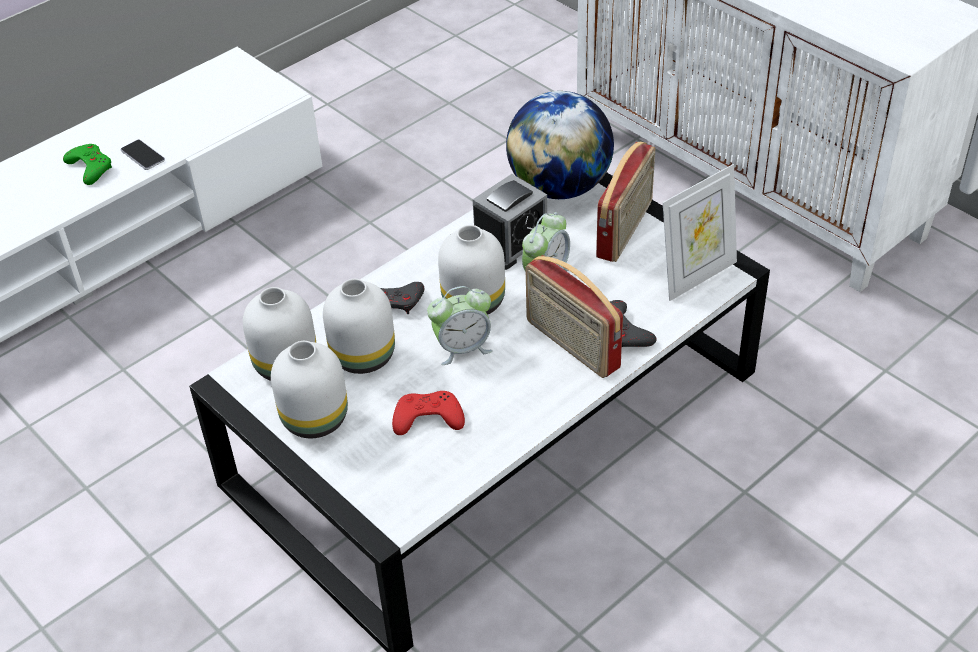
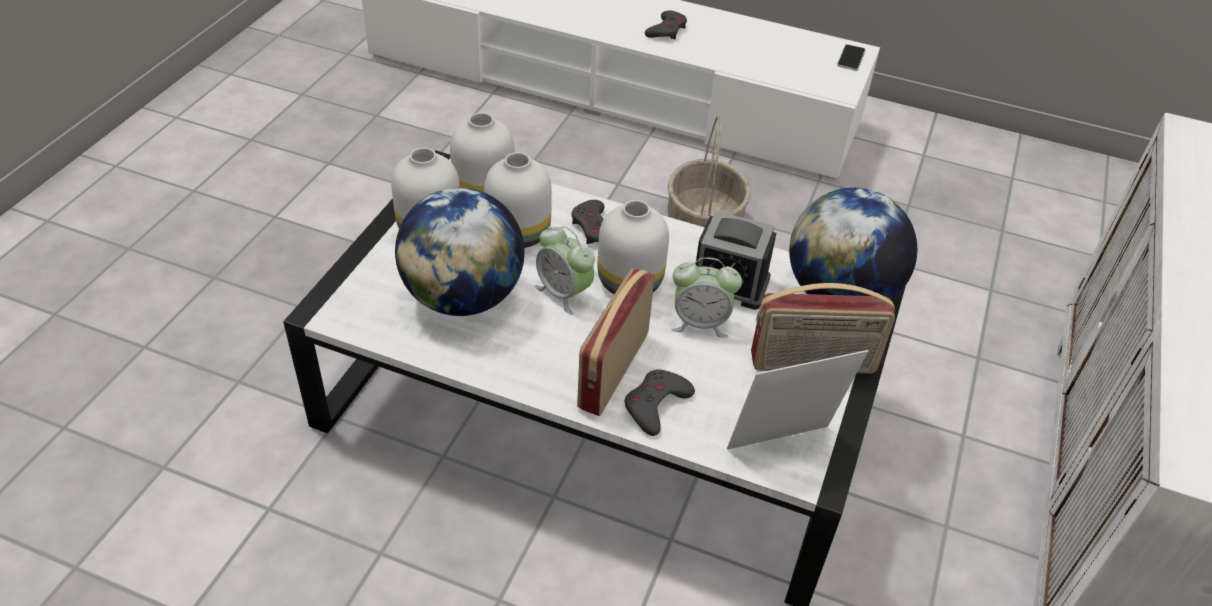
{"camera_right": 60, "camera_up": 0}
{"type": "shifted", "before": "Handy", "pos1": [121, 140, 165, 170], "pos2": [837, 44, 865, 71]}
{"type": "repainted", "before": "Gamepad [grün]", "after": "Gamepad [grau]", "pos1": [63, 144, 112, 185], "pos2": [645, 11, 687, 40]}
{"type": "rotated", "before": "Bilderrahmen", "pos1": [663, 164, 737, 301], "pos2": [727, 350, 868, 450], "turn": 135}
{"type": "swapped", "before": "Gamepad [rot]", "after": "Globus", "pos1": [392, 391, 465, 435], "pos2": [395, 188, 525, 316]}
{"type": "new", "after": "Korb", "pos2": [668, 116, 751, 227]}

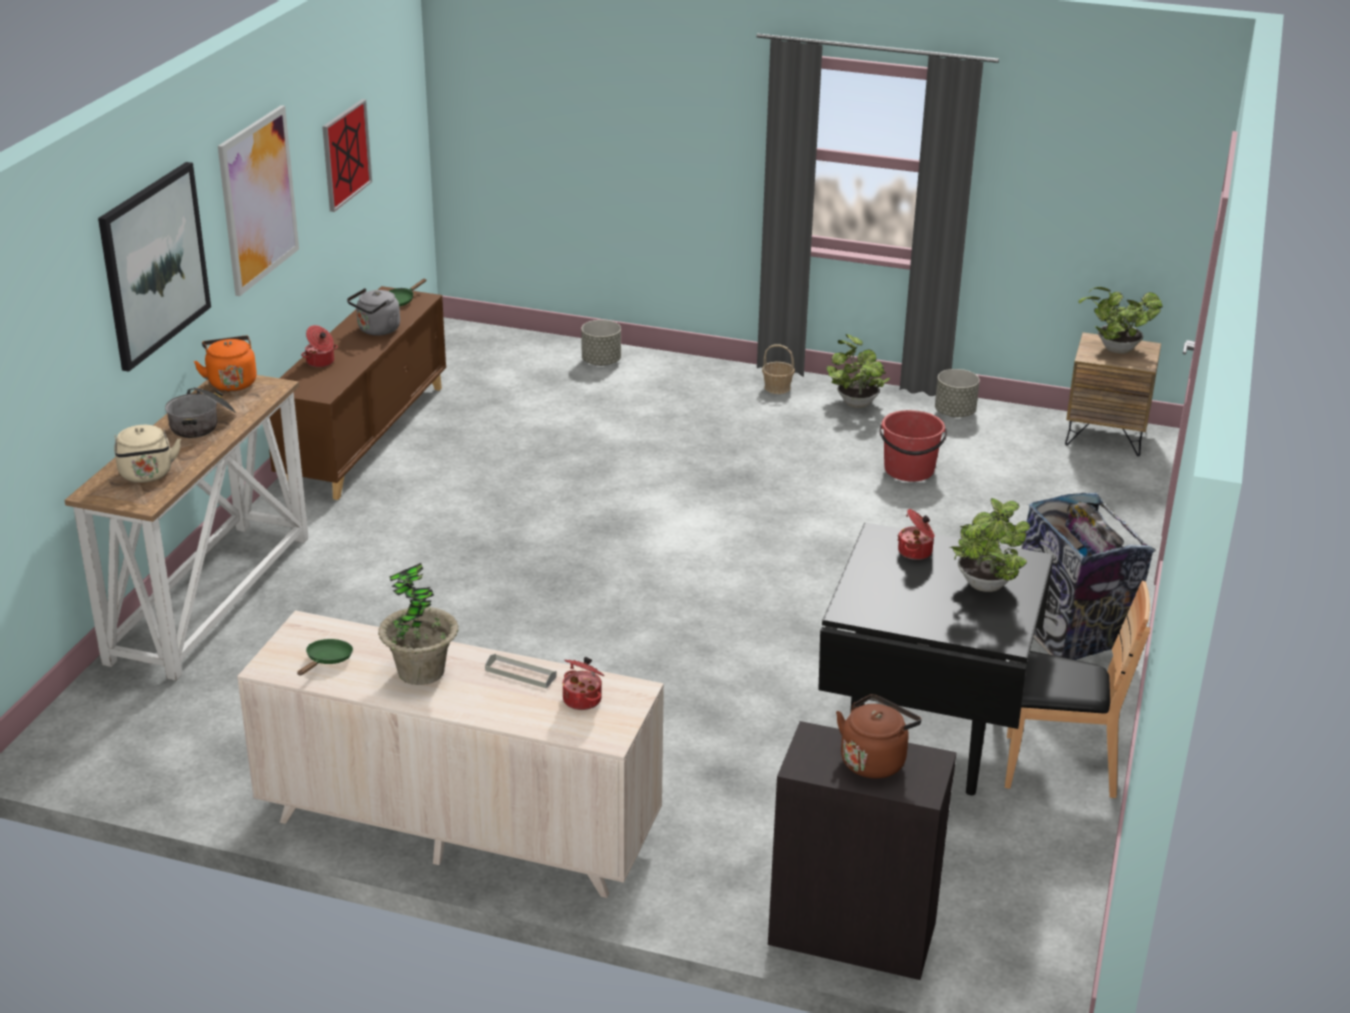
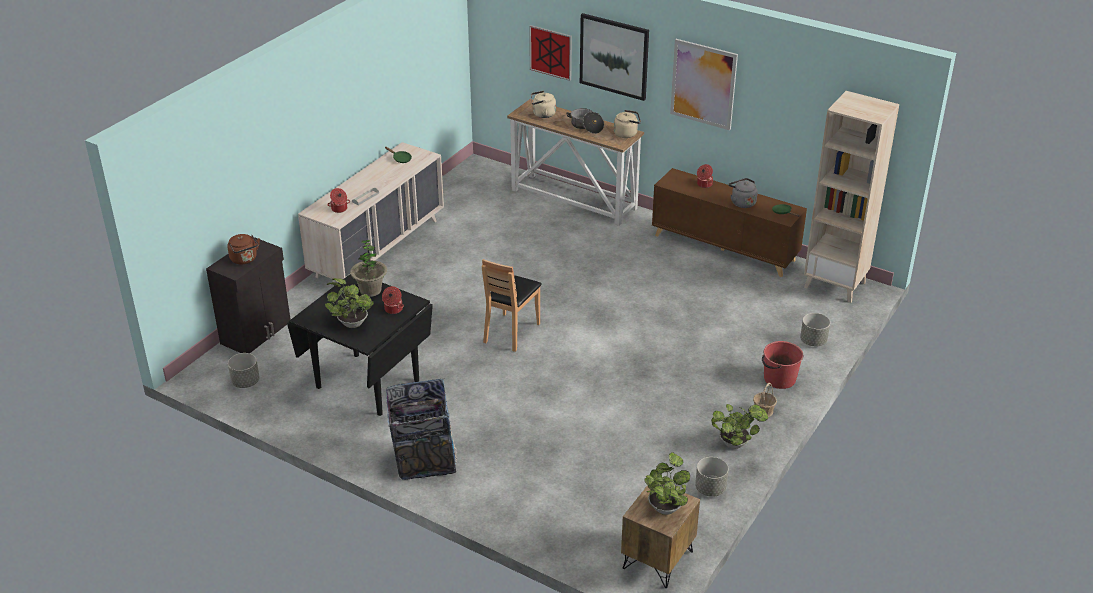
{"camera_right": 105, "camera_up": 5}
{"type": "shifted", "before": "Bild", "pos1": [322, 99, 372, 212], "pos2": [529, 25, 572, 81]}
{"type": "repainted", "before": "Wasserkessel [orange]", "after": "Wasserkessel [beige]", "pos1": [194, 336, 257, 391], "pos2": [614, 110, 641, 138]}
{"type": "shifted", "before": "Eimer [rot]", "pos1": [879, 410, 947, 482], "pos2": [762, 341, 803, 389]}
{"type": "shifted", "before": "Topfpflanze", "pos1": [378, 563, 459, 685], "pos2": [350, 240, 387, 297]}
{"type": "shifted", "before": "Stuhl [braun]", "pos1": [1005, 581, 1150, 798], "pos2": [481, 259, 542, 352]}
{"type": "new", "after": "Bücherregal [beige]", "pos2": [804, 91, 899, 303]}
{"type": "new", "after": "Pflanzkübel [grau]", "pos2": [228, 353, 260, 388]}

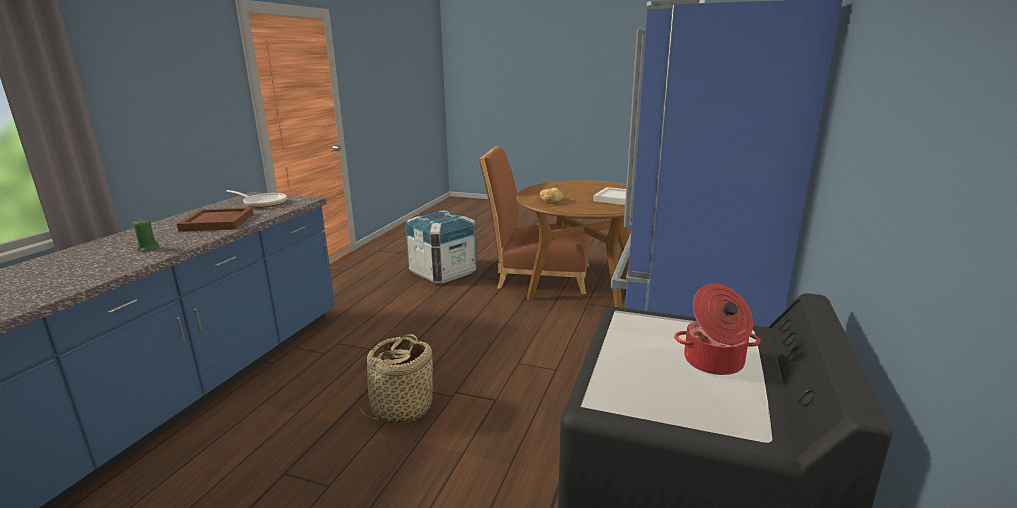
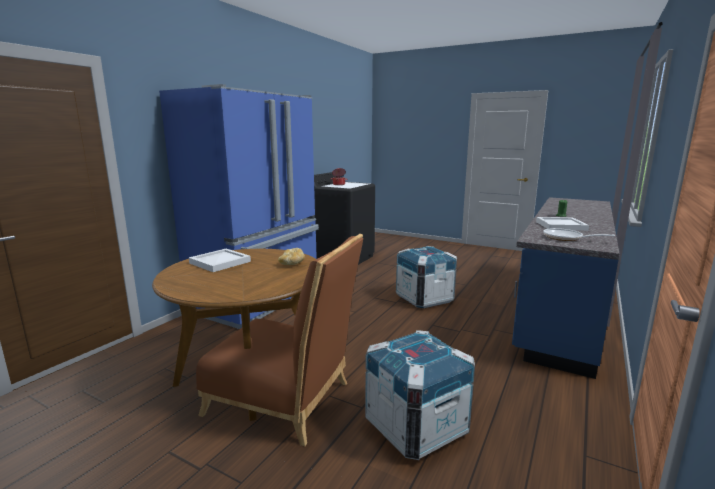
{"camera_right": -170, "camera_up": -5}
{"type": "repainted", "before": "Tablett [braun]", "after": "Tablett [weiß]", "pos1": [177, 207, 254, 232], "pos2": [536, 217, 589, 231]}
{"type": "swapped", "before": "Korb", "after": "Kiste", "pos1": [358, 334, 433, 423], "pos2": [396, 246, 457, 308]}

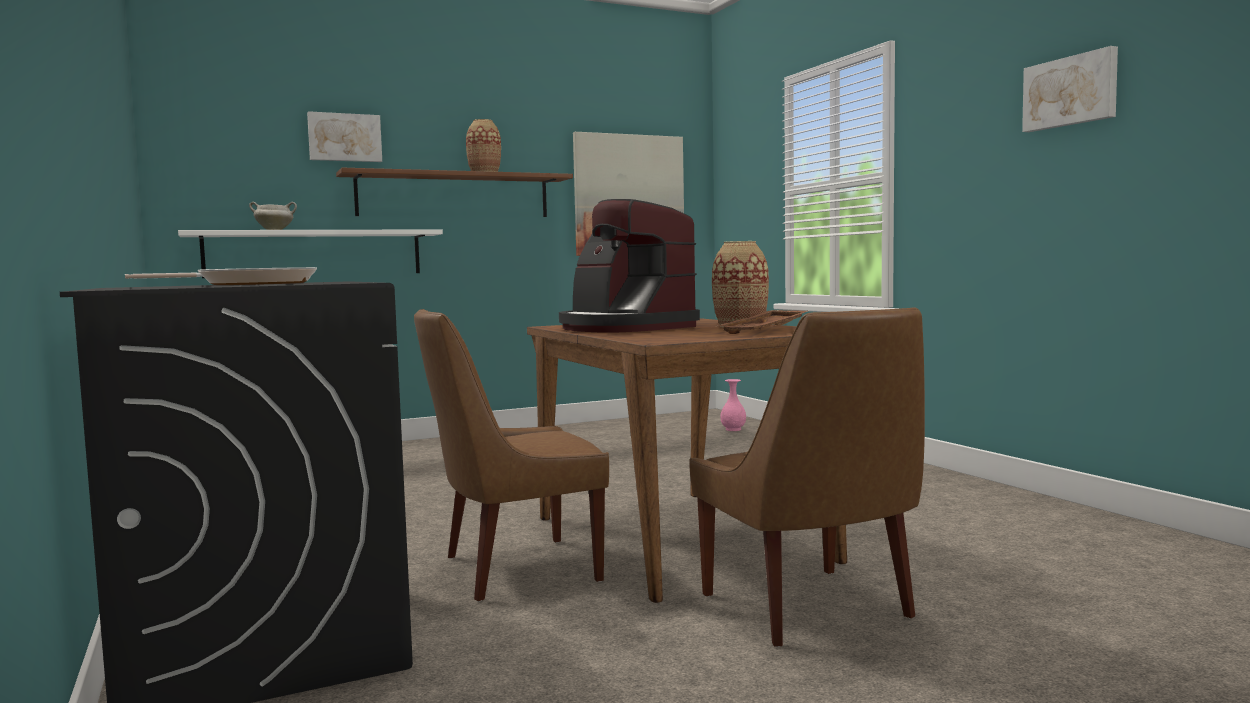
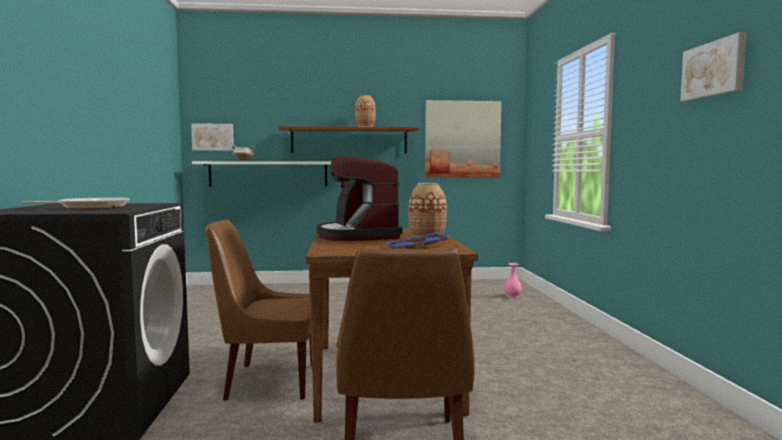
{"camera_right": 20, "camera_up": 0}
{"type": "shifted", "before": "Bild", "pos1": [307, 111, 382, 162], "pos2": [191, 123, 234, 151]}
{"type": "repainted", "before": "Tablett [braun]", "after": "Tablett [blau]", "pos1": [718, 310, 808, 334], "pos2": [386, 232, 452, 249]}

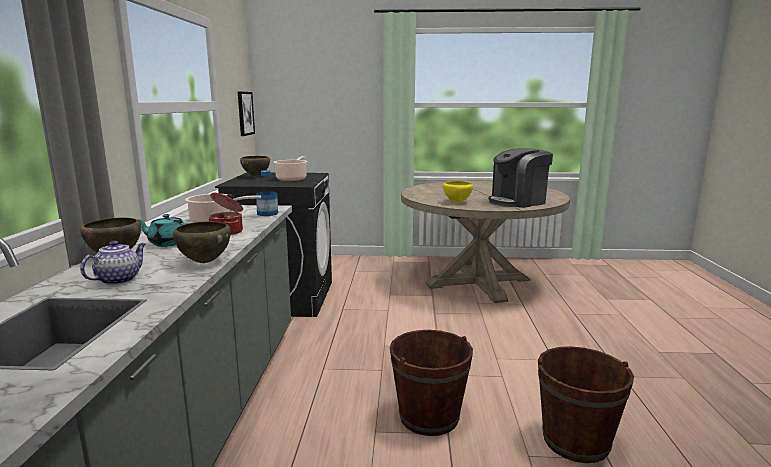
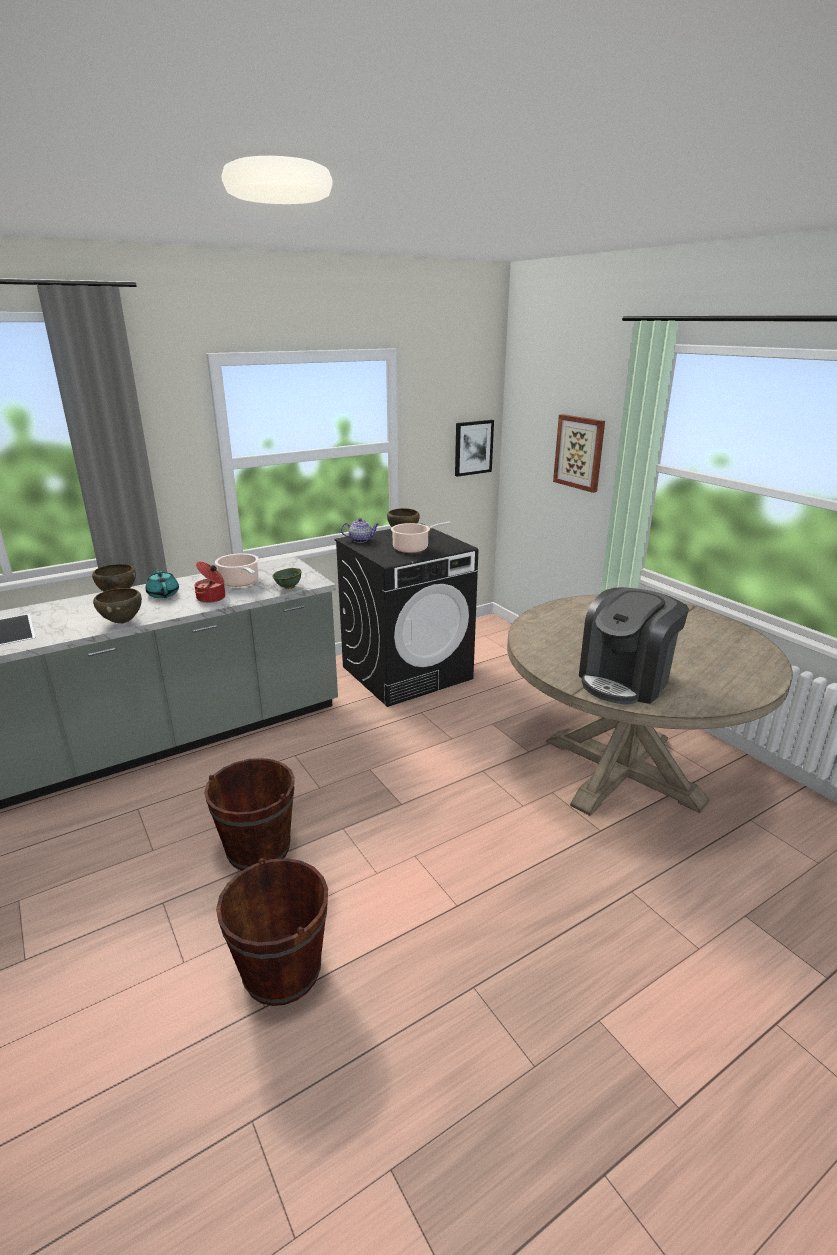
{"camera_right": 55, "camera_up": 10}
{"type": "rotated", "before": "Kaffeemaschine", "pos1": [489, 148, 553, 208], "pos2": [579, 587, 689, 704], "turn": -75}
{"type": "swapped", "before": "Flasche", "after": "Schüssel [grün]", "pos1": [256, 170, 278, 216], "pos2": [273, 568, 302, 589]}
{"type": "gone", "before": "Schüssel [gelb]", "pos1": [443, 181, 473, 203]}
{"type": "shifted", "before": "Teekanne", "pos1": [80, 241, 146, 285], "pos2": [341, 518, 379, 543]}
{"type": "new", "after": "Bild", "pos2": [553, 414, 605, 493]}

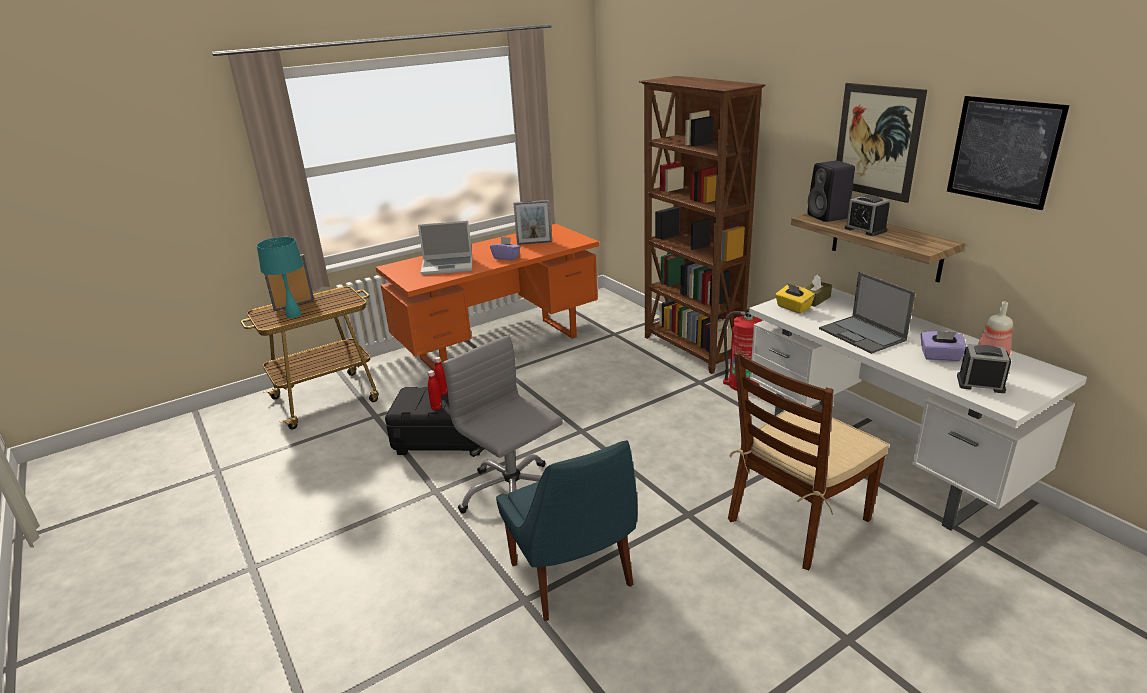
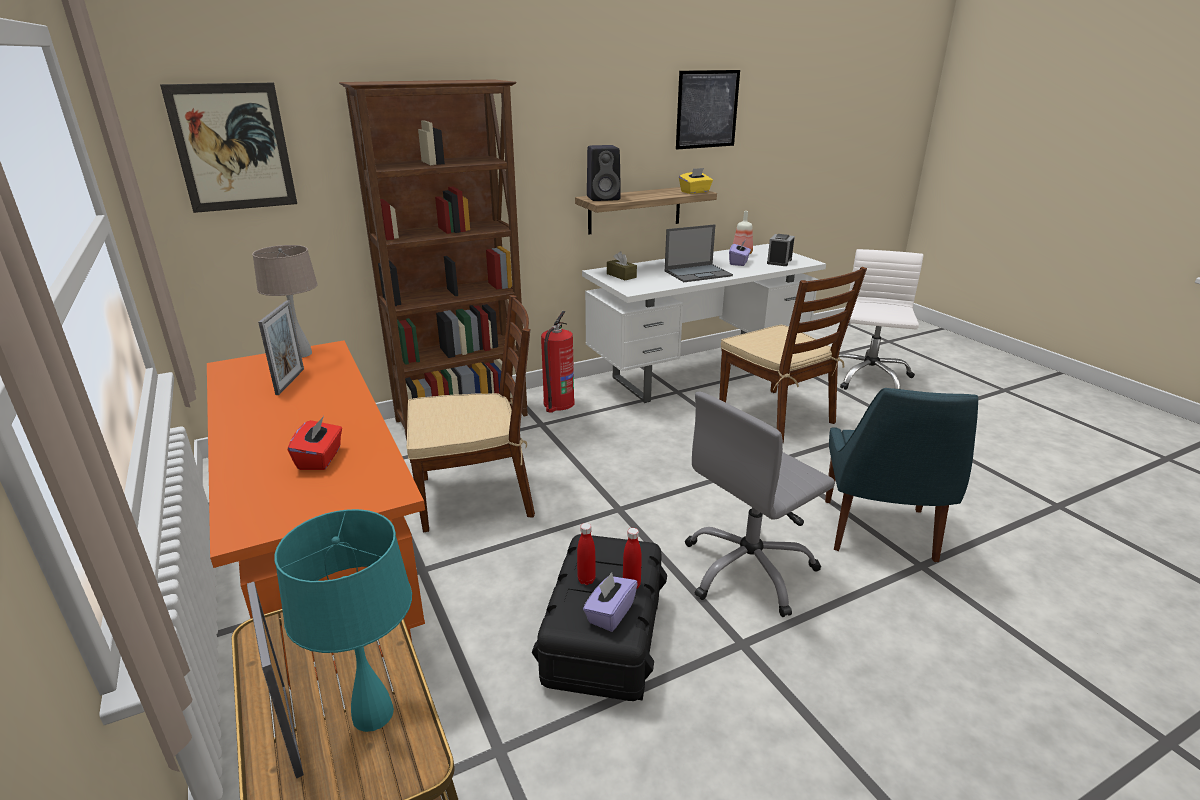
{"camera_right": -85, "camera_up": 0}
{"type": "shifted", "before": "Bild", "pos1": [836, 83, 927, 203], "pos2": [160, 83, 297, 213]}
{"type": "gone", "before": "Wecker", "pos1": [845, 195, 890, 236]}
{"type": "swapped", "before": "Laptop", "after": "Taschentuchbox [rot]", "pos1": [418, 221, 472, 275], "pos2": [288, 416, 342, 470]}
{"type": "shifted", "before": "Taschentuchbox [lila]", "pos1": [490, 237, 520, 260], "pos2": [583, 572, 638, 632]}
{"type": "shifted", "before": "Taschentuchbox [gelb]", "pos1": [775, 283, 815, 314], "pos2": [679, 168, 713, 194]}
{"type": "rotated", "before": "Stuhl [blau]", "pos1": [496, 440, 638, 621], "pos2": [825, 388, 978, 562], "turn": 120}
{"type": "new", "after": "Tischlampe [beige]", "pos2": [252, 245, 318, 358]}
{"type": "new", "after": "Bürostuhl [weiß]", "pos2": [839, 249, 924, 390]}
{"type": "new", "after": "Stuhl [braun]", "pos2": [407, 295, 535, 532]}

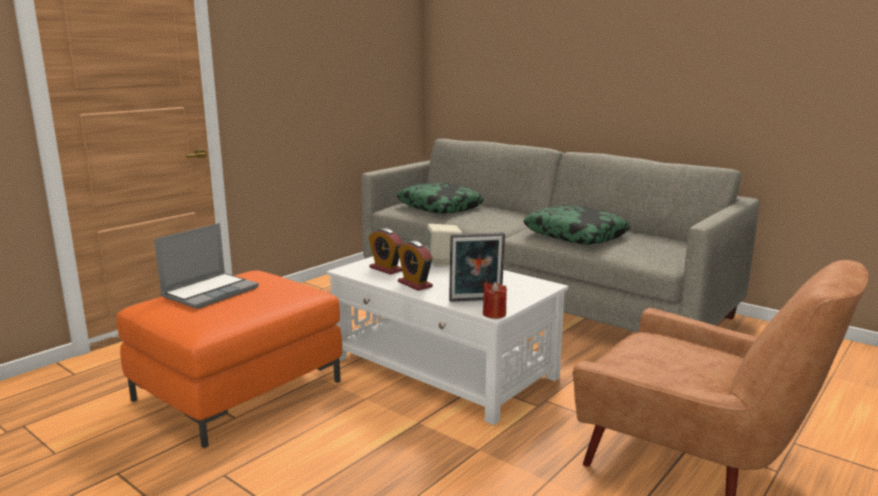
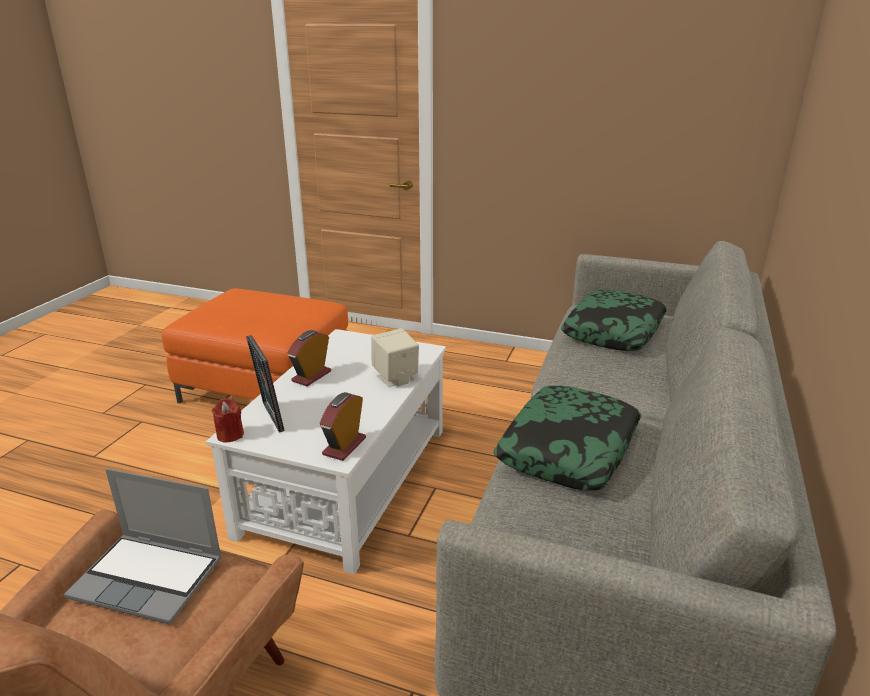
{"camera_right": 70, "camera_up": 10}
{"type": "shifted", "before": "Laptop", "pos1": [154, 223, 259, 309], "pos2": [64, 468, 222, 625]}
{"type": "shifted", "before": "Wecker", "pos1": [368, 228, 403, 275], "pos2": [320, 392, 366, 461]}

